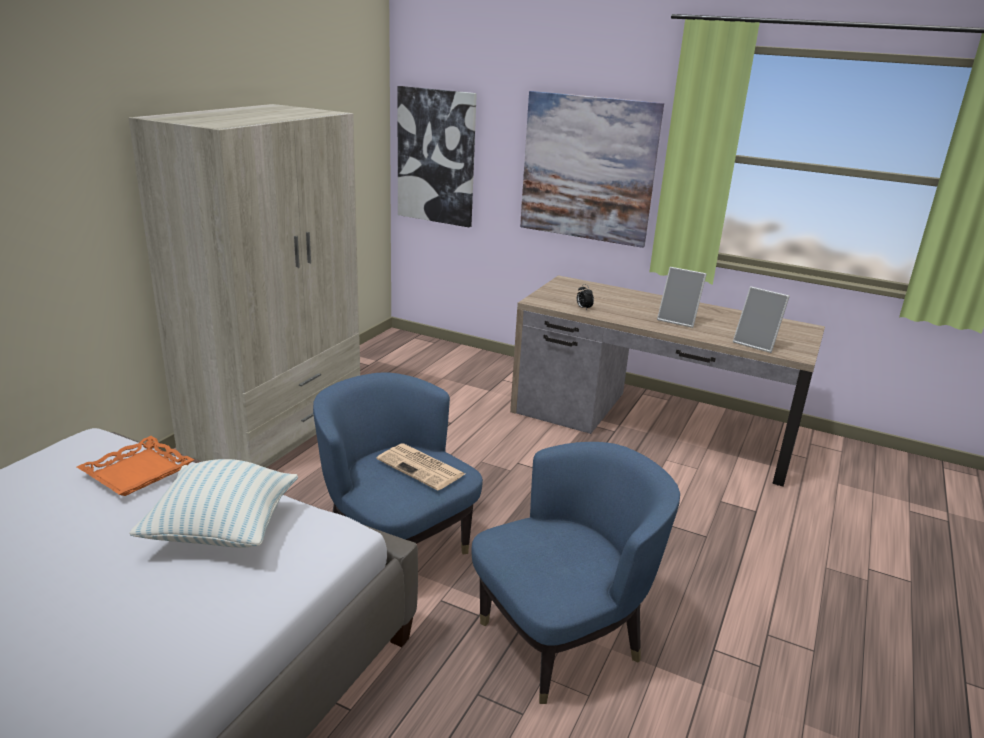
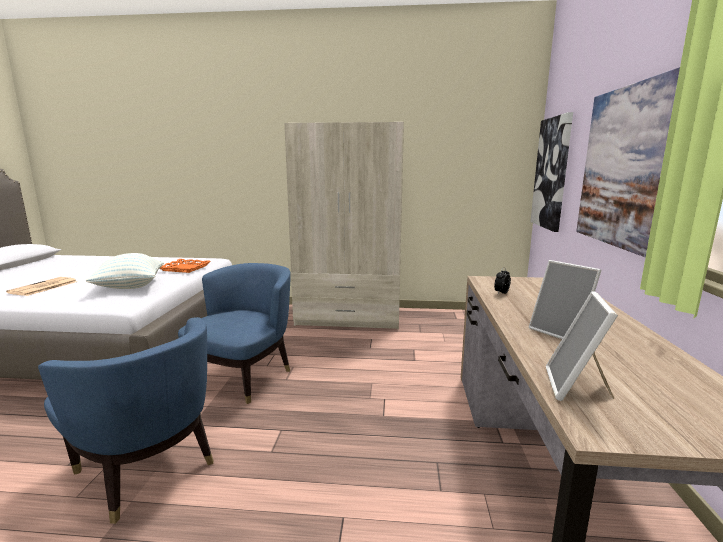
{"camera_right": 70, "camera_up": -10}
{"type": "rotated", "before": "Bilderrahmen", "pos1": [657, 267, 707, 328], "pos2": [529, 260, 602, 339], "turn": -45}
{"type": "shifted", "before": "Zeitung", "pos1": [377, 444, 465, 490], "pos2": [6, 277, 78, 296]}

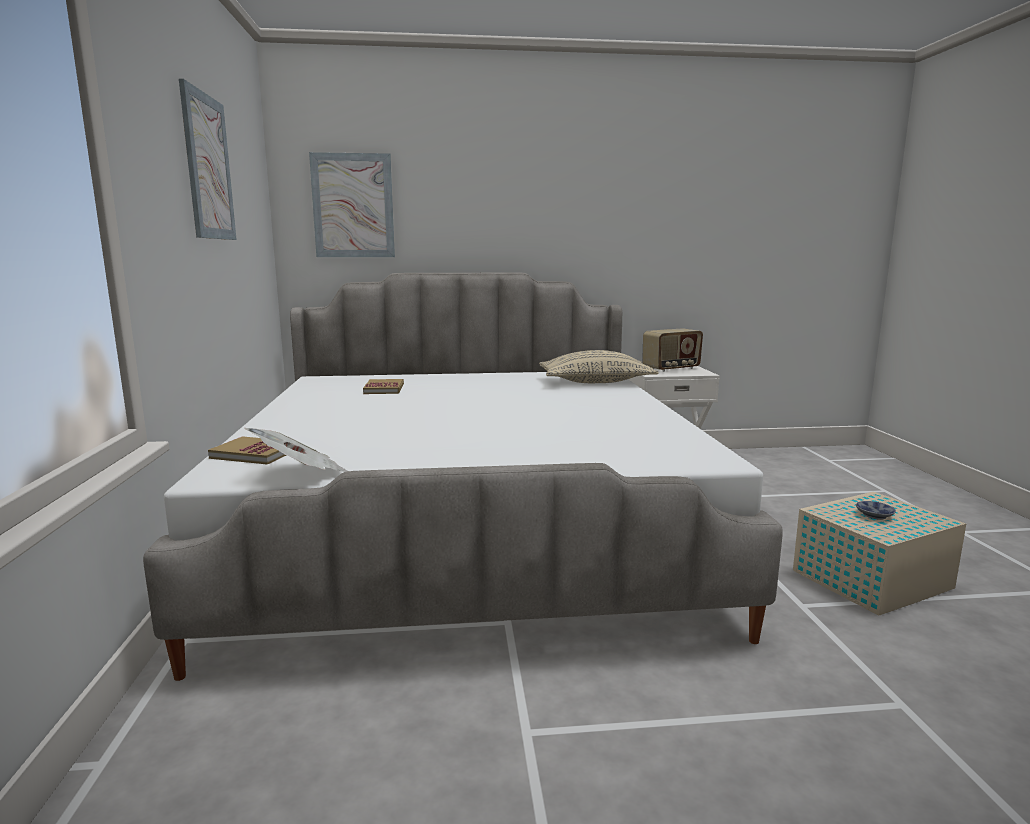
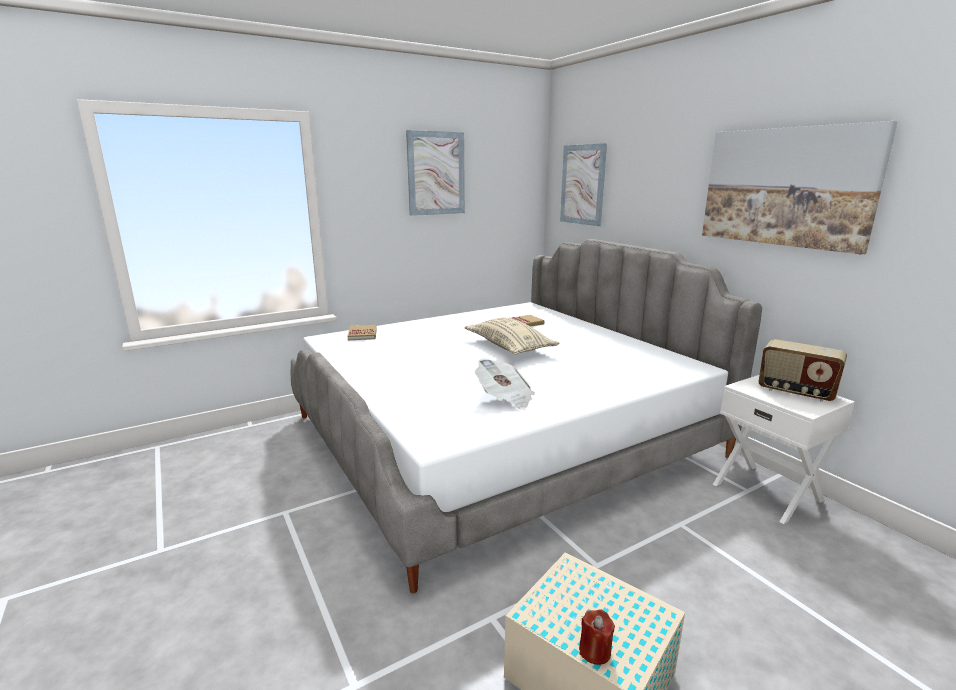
{"camera_right": 65, "camera_up": 5}
{"type": "shifted", "before": "Kissen [beige]", "pos1": [539, 350, 659, 383], "pos2": [465, 317, 559, 355]}
{"type": "shifted", "before": "Zeitung", "pos1": [244, 428, 348, 472], "pos2": [475, 358, 535, 410]}
{"type": "gone", "before": "Schüssel", "pos1": [856, 501, 896, 519]}
{"type": "new", "after": "Bild", "pos2": [702, 121, 898, 255]}
{"type": "new", "after": "Kerze [rot]", "pos2": [579, 609, 615, 665]}

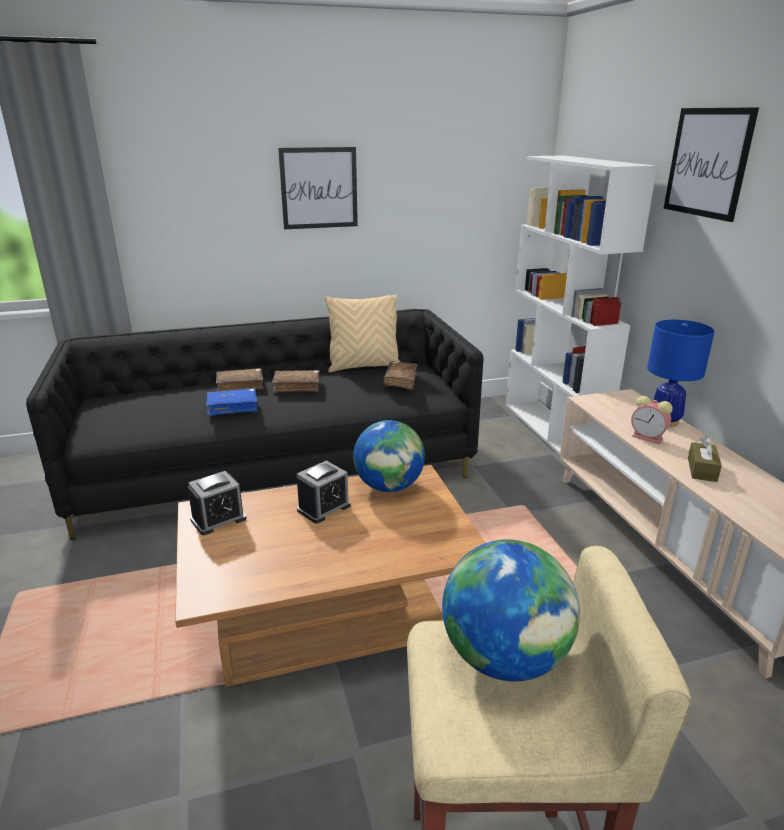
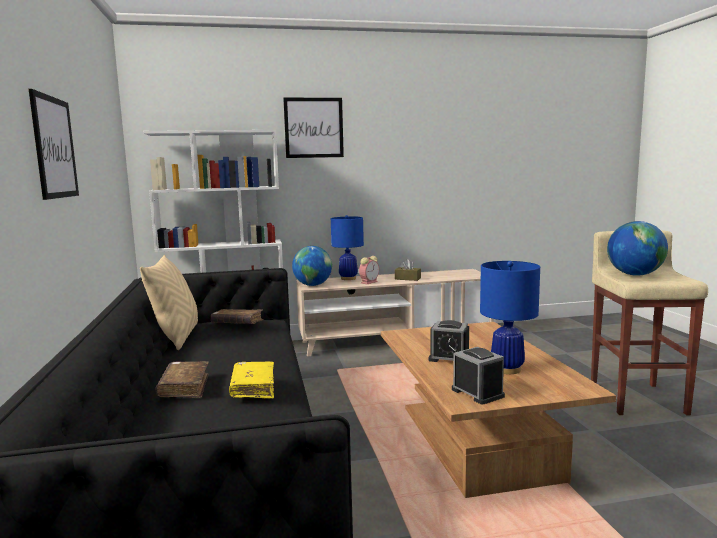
{"camera_right": -85, "camera_up": -15}
{"type": "gone", "before": "Buch [braun]", "pos1": [272, 370, 319, 393]}
{"type": "repainted", "before": "Buch [blau]", "after": "Buch [gelb]", "pos1": [206, 388, 258, 416], "pos2": [229, 361, 274, 399]}
{"type": "shifted", "before": "Globus", "pos1": [353, 420, 425, 492], "pos2": [292, 246, 332, 286]}
{"type": "rotated", "before": "Wecker", "pos1": [297, 461, 351, 524], "pos2": [428, 320, 469, 362], "turn": 150}
{"type": "new", "after": "Tischlampe [blau]", "pos2": [480, 261, 540, 374]}

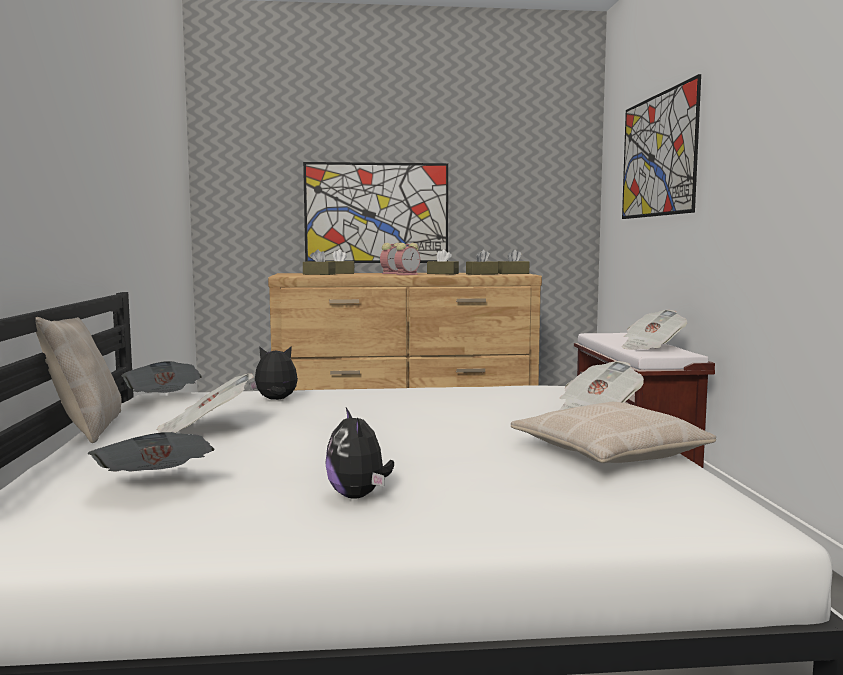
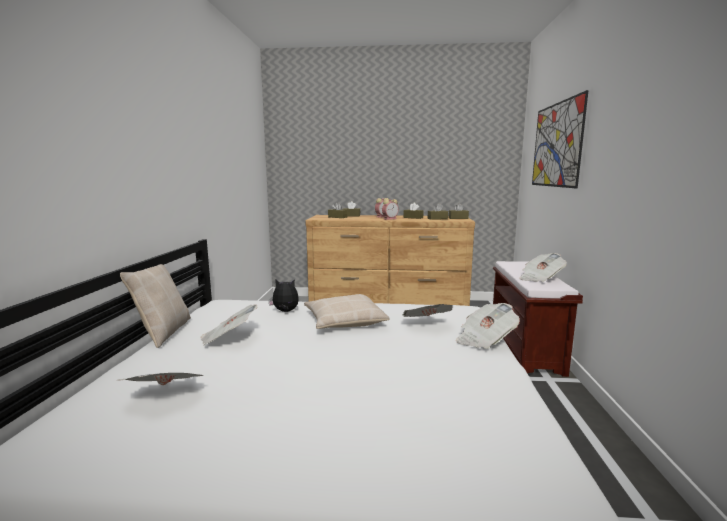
{"camera_right": 10, "camera_up": 5}
{"type": "gone", "before": "Bild", "pos1": [303, 162, 448, 263]}
{"type": "shifted", "before": "Zeitung", "pos1": [121, 361, 202, 393], "pos2": [403, 304, 453, 317]}
{"type": "shifted", "before": "Kissen [beige]", "pos1": [511, 402, 716, 463], "pos2": [304, 294, 389, 329]}
{"type": "gone", "before": "Plüschtier", "pos1": [325, 408, 394, 499]}

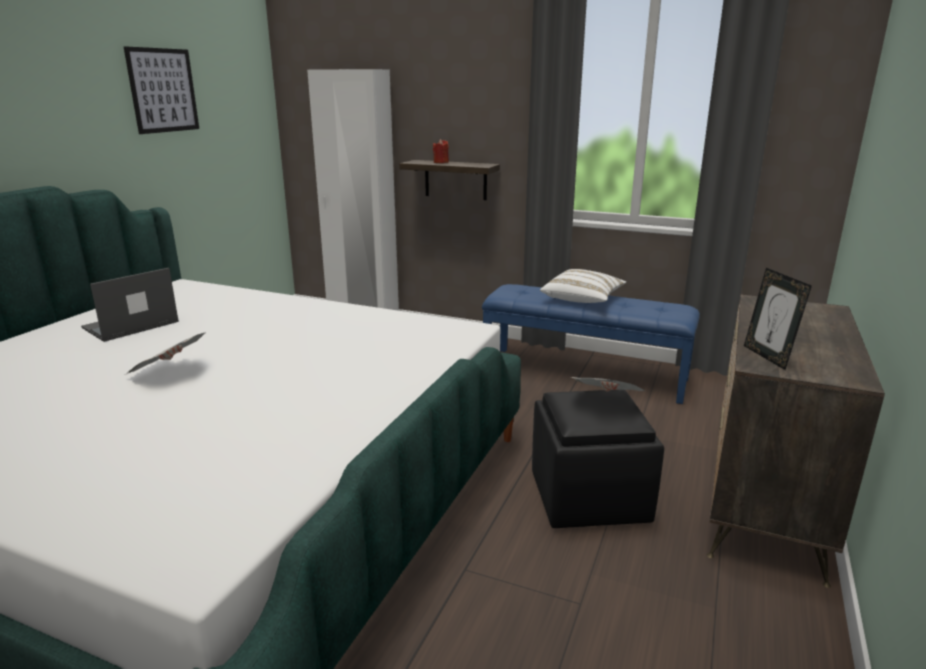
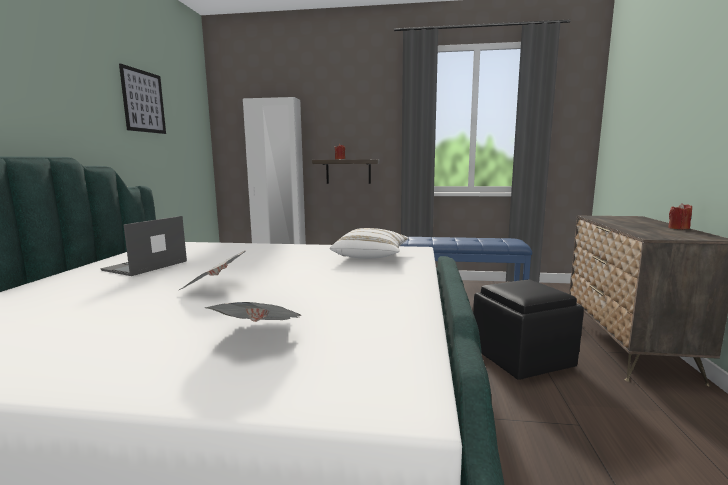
{"camera_right": -15, "camera_up": -10}
{"type": "gone", "before": "Bilderrahmen", "pos1": [744, 268, 812, 370]}
{"type": "shifted", "before": "Kissen [weiß]", "pos1": [540, 269, 626, 303], "pos2": [330, 228, 409, 259]}
{"type": "shifted", "before": "Zeitung", "pos1": [571, 377, 645, 391], "pos2": [205, 302, 301, 322]}
{"type": "new", "after": "Kerze [rot]", "pos2": [668, 203, 692, 229]}

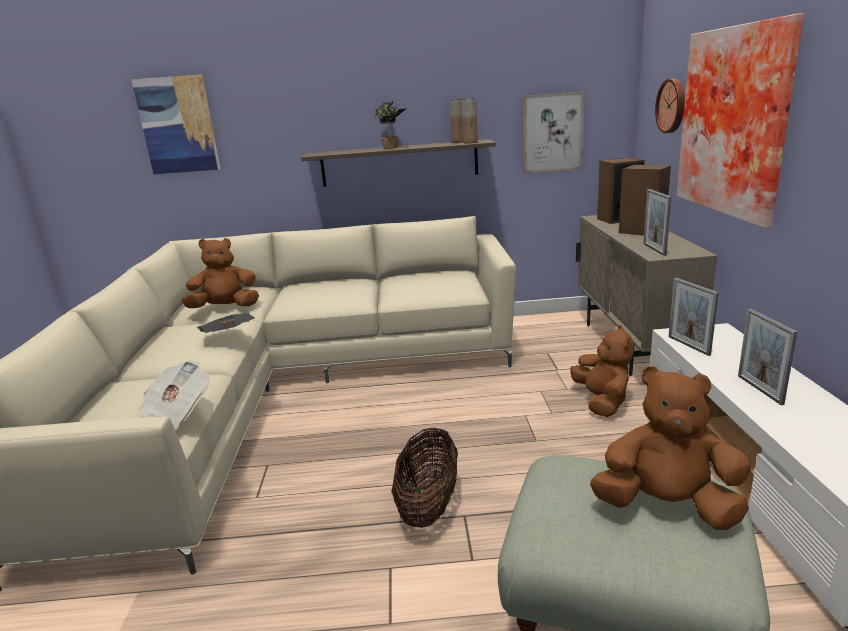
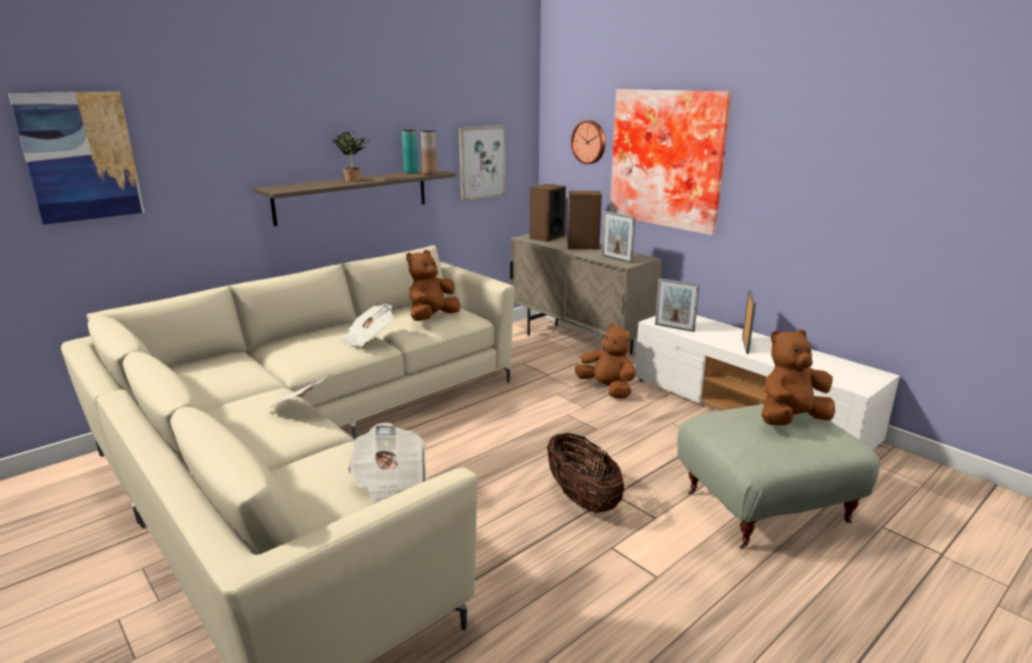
{"camera_right": -40, "camera_up": 0}
{"type": "repainted", "before": "Vase [braun]", "after": "Vase [türkis]", "pos1": [449, 99, 463, 143], "pos2": [402, 130, 419, 173]}
{"type": "shifted", "before": "Plüschtier [braun]", "pos1": [182, 238, 259, 308], "pos2": [406, 250, 460, 321]}
{"type": "rotated", "before": "Bilderrahmen", "pos1": [738, 308, 797, 405], "pos2": [742, 290, 756, 354], "turn": -120}
{"type": "new", "after": "Zeitung", "pos2": [340, 304, 394, 347]}

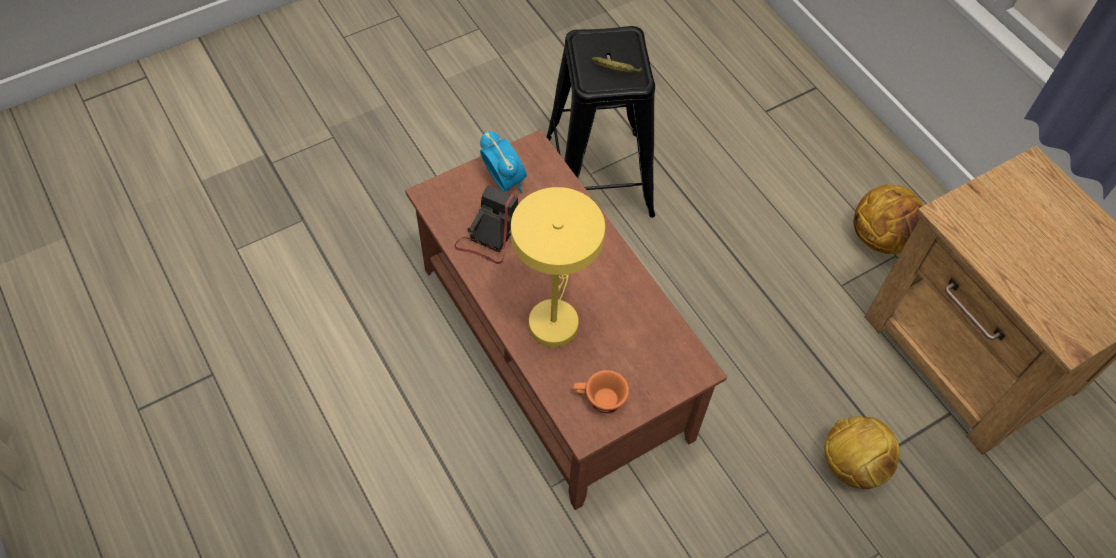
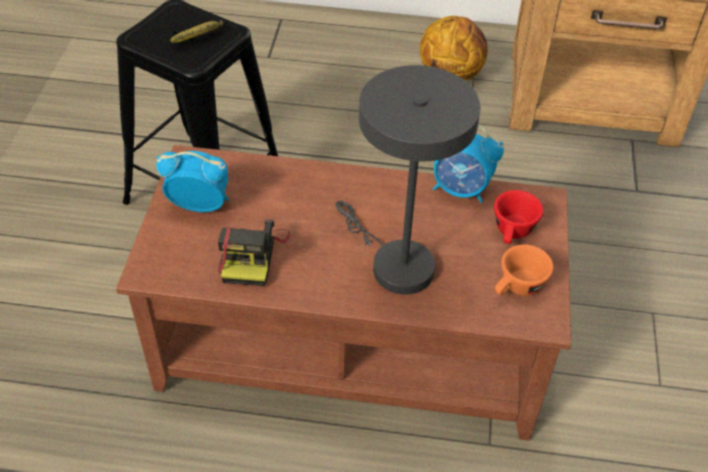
{"camera_right": -50, "camera_up": -10}
{"type": "rotated", "before": "Kamera", "pos1": [455, 185, 518, 264], "pos2": [218, 219, 290, 286], "turn": -150}
{"type": "repainted", "before": "Tischlampe [gelb]", "after": "Tischlampe [grau]", "pos1": [511, 187, 605, 347], "pos2": [336, 65, 480, 295]}
{"type": "gone", "before": "Fußball", "pos1": [824, 416, 900, 489]}
{"type": "new", "after": "Wecker", "pos2": [433, 124, 504, 203]}
{"type": "new", "after": "Tasse [rot]", "pos2": [494, 190, 543, 244]}

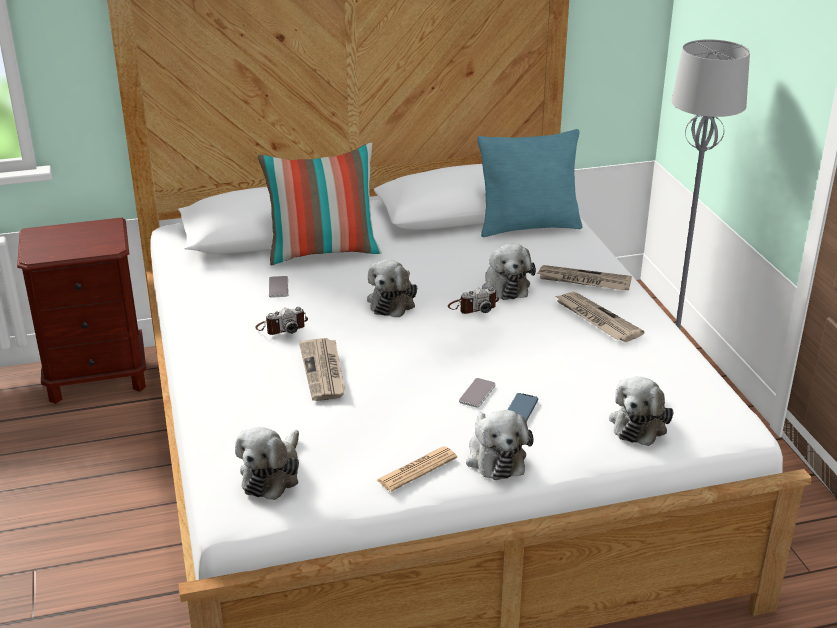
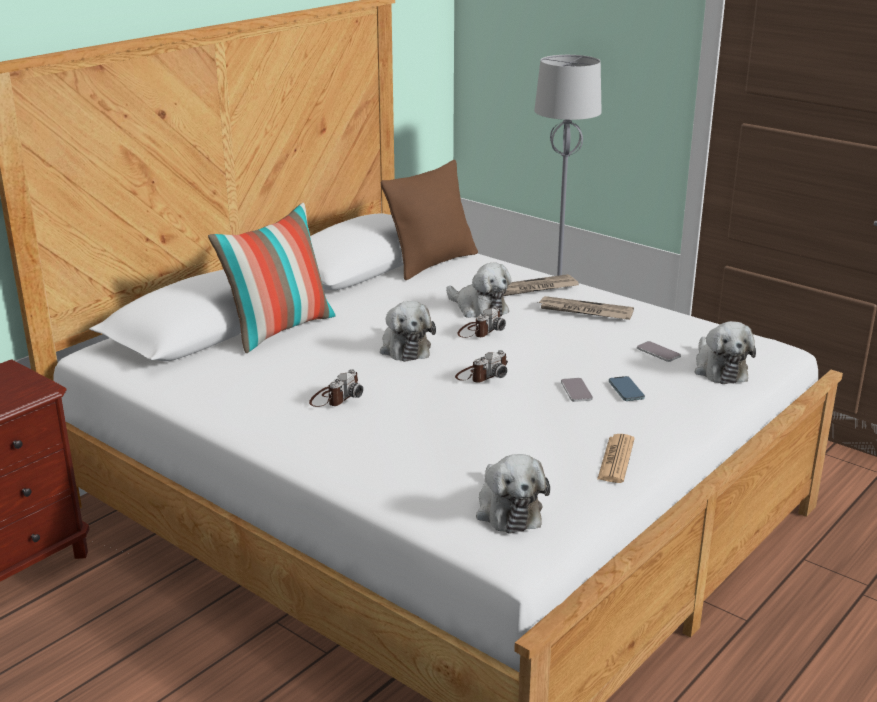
{"camera_right": -35, "camera_up": -5}
{"type": "repainted", "before": "Kissen [türkis]", "after": "Kissen [braun]", "pos1": [477, 129, 583, 237], "pos2": [381, 160, 478, 280]}
{"type": "shifted", "before": "Handy", "pos1": [269, 276, 288, 298], "pos2": [637, 341, 681, 362]}
{"type": "gone", "before": "Zeitung", "pos1": [299, 338, 346, 401]}
{"type": "gone", "before": "Plüschtier", "pos1": [466, 410, 533, 480]}
{"type": "new", "after": "Kamera", "pos2": [455, 350, 508, 383]}

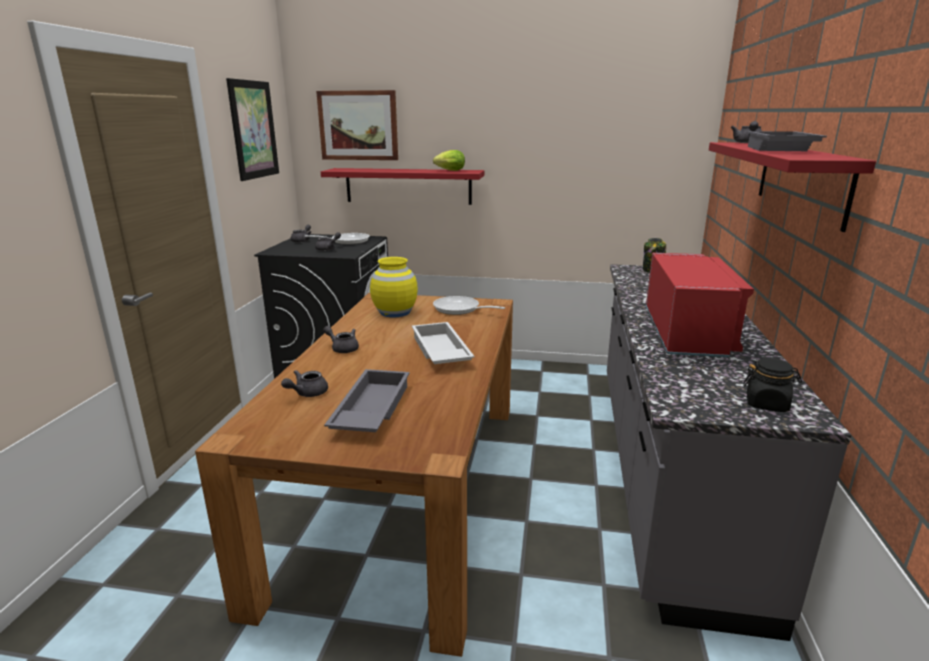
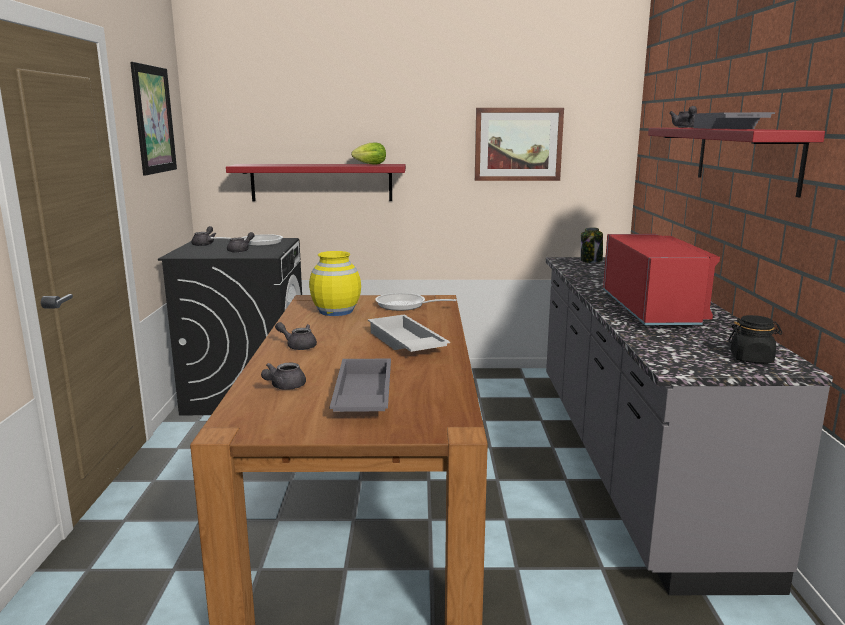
{"camera_right": -10, "camera_up": -5}
{"type": "shifted", "before": "Bild", "pos1": [316, 90, 398, 160], "pos2": [475, 108, 564, 181]}

